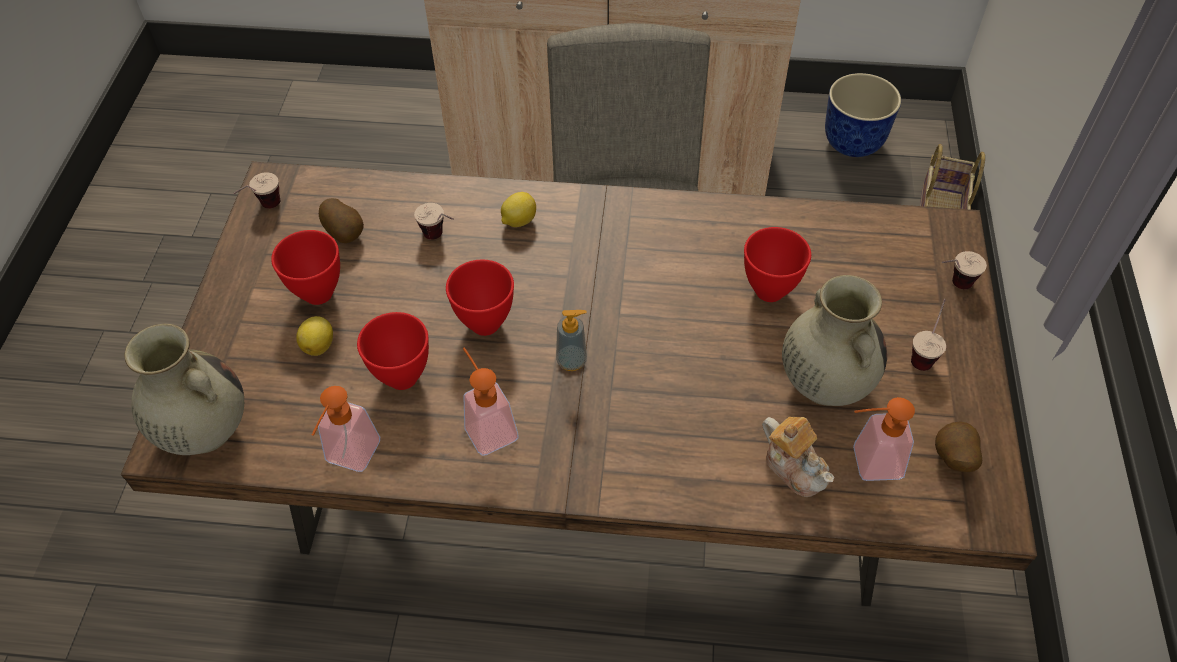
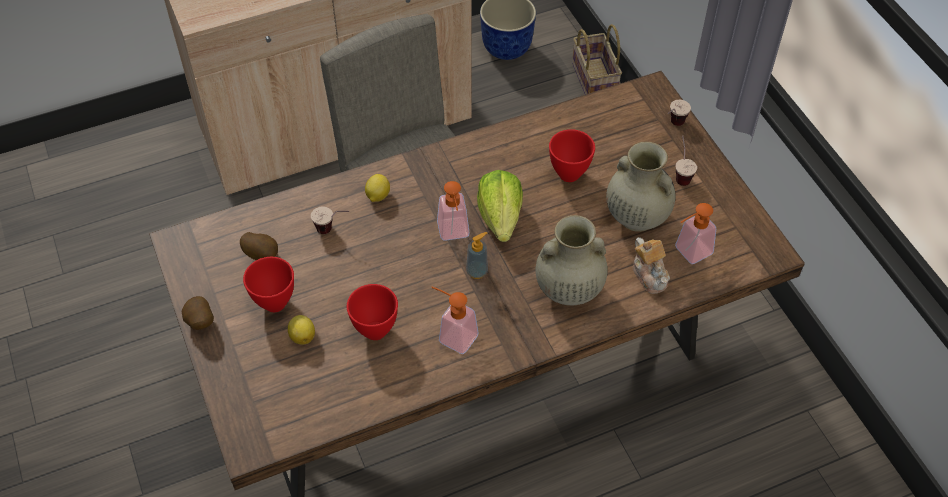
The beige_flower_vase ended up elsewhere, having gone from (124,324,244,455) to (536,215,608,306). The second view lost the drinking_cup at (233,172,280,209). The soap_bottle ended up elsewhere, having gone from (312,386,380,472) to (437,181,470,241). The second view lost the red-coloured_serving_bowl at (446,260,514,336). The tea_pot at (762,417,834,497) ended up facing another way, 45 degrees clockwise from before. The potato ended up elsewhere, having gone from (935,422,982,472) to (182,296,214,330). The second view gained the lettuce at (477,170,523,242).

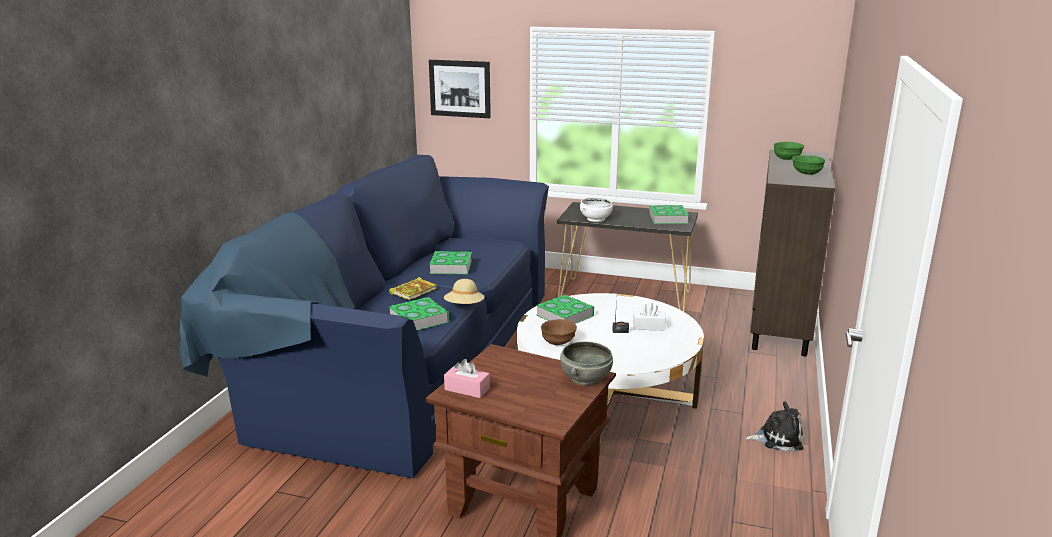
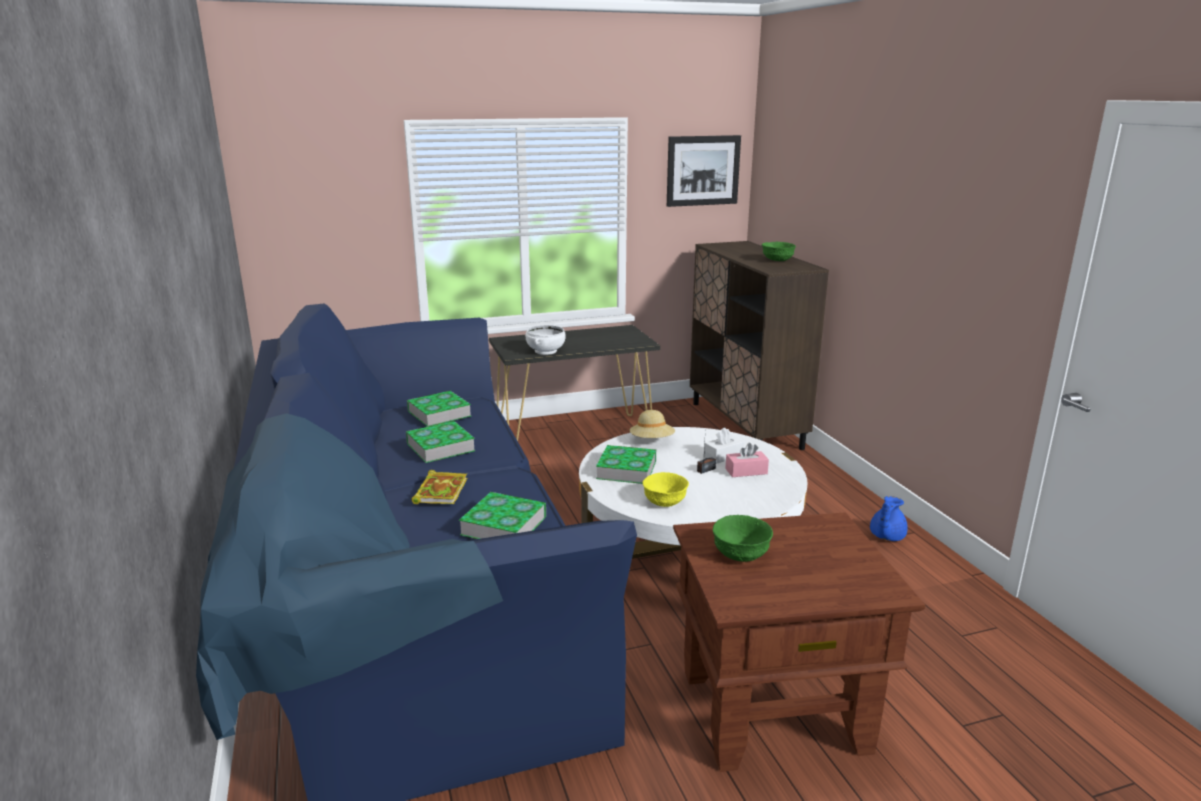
The wall_picture ended up elsewhere, having gone from (429,60,491,118) to (667,135,741,207). The beige_hat ended up elsewhere, having gone from (444,279,485,304) to (630,410,675,438). The pinkish_tissue_holder ended up elsewhere, having gone from (444,359,490,398) to (725,443,769,477). What was the brown-coloured_serving_bowl at (541,319,577,345) turned into the yellow_serving_bowl at (643,472,689,507). The second view lost the greyish_serving_bowl at (560,341,613,386). The book ended up elsewhere, having gone from (649,205,689,224) to (407,391,471,427). Where the plush_toy stood at (745,401,804,452), the blue-coloured_tea_pot came to stand at (870,496,908,541). The green_serving_bowl ended up elsewhere, having gone from (773,142,804,160) to (713,515,773,562).

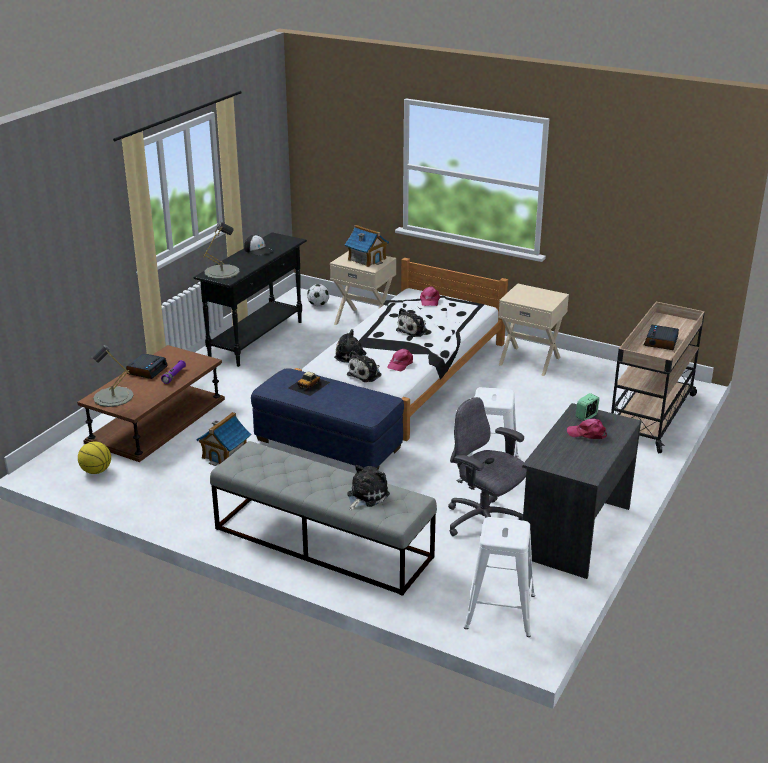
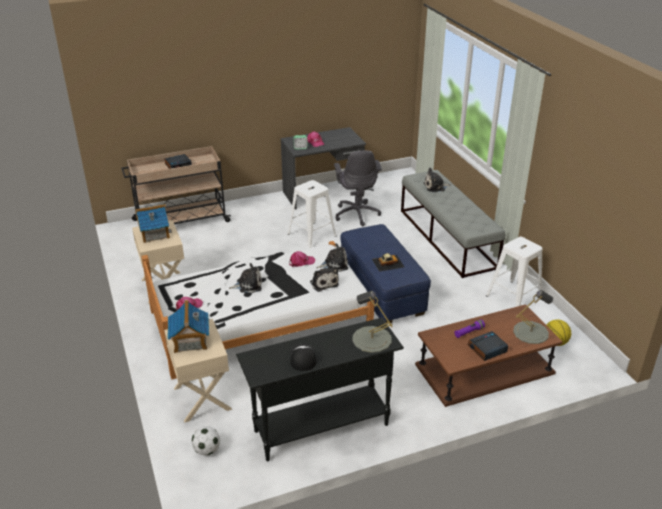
The toy_house ended up elsewhere, having gone from (196,412,251,466) to (135,204,172,243). The white-coloured_stool ended up elsewhere, having gone from (464,517,535,637) to (486,237,543,307).

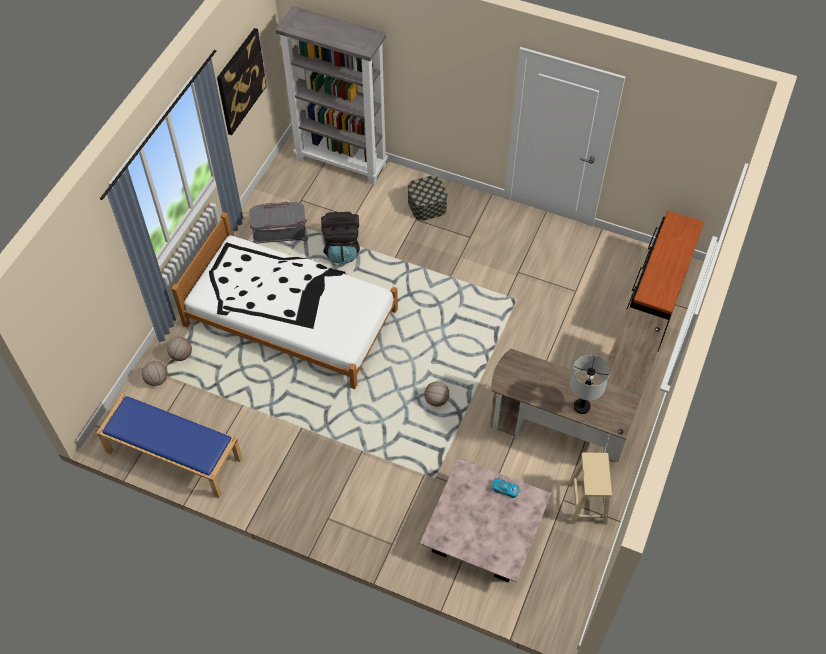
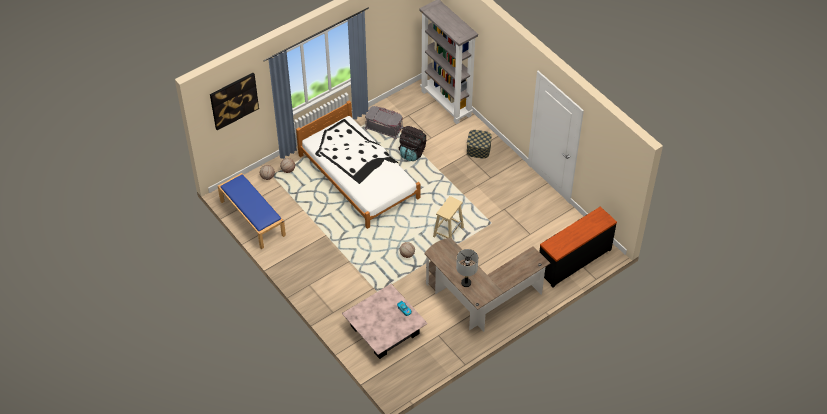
The wall_picture ended up elsewhere, having gone from (217,28,267,135) to (210,73,259,130). The beige_stool ended up elsewhere, having gone from (568,453,612,525) to (433,196,464,238).

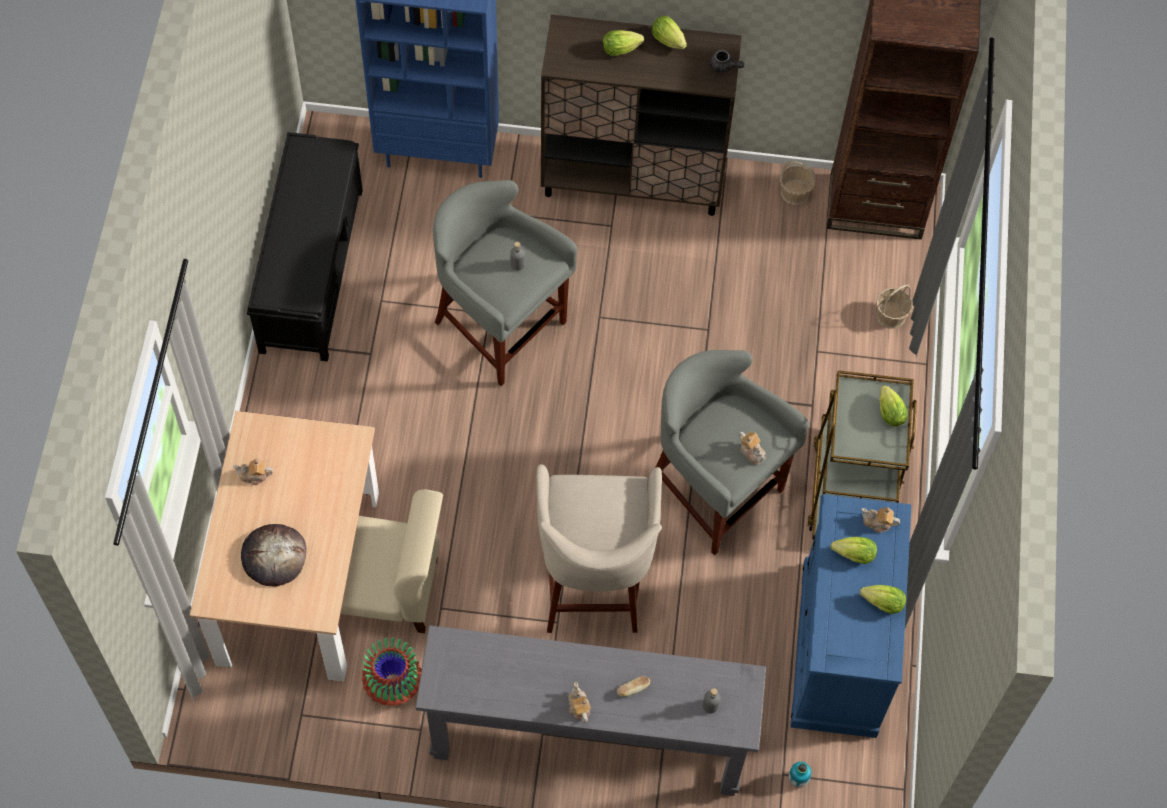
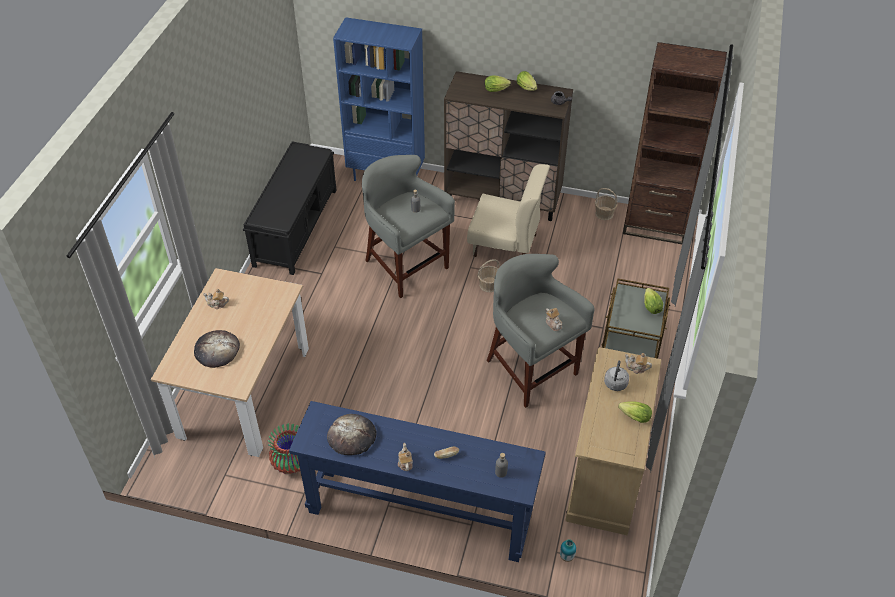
The beige_chair ended up elsewhere, having gone from (340,489,443,633) to (467,164,550,257). What was the greyish_console_table at (415,625,766,796) turned into the blue-coloured_console_table at (289,401,546,562). The second view lost the beige_stool at (537,464,662,633). What was the blue-coloured_chest_of_drawers at (790,494,912,738) turned into the beige_chest_of_drawers at (565,347,661,535). Where the lettuce stood at (830,537,877,564), the greyish_water_kettle came to stand at (604,361,629,391). The basket ended up elsewhere, having gone from (876,284,913,328) to (477,259,500,292). The second view gained the baked_bread at (327,414,376,455).

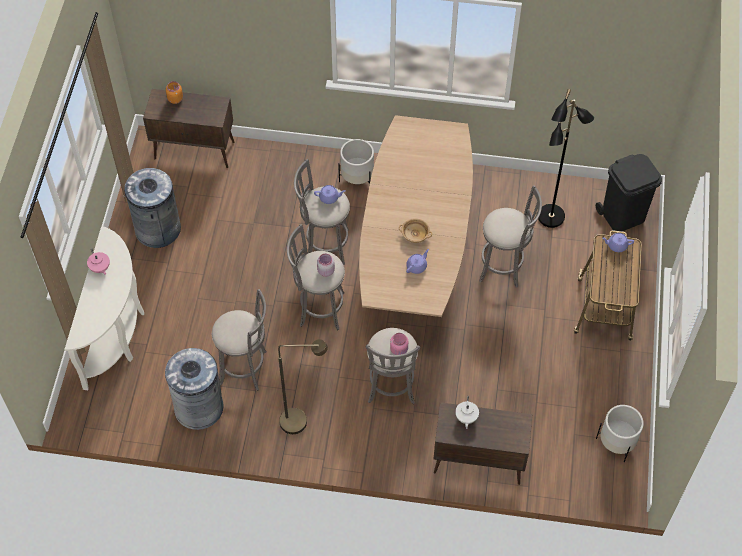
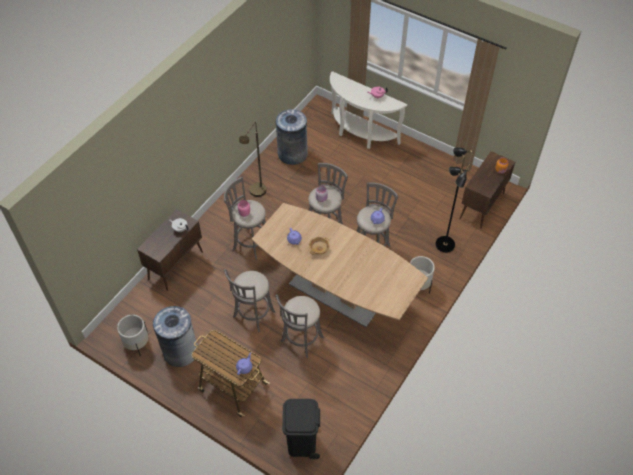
The greyish_rubbish_bin ended up elsewhere, having gone from (123,168,181,248) to (153,306,199,367). The greyish_stool ended up elsewhere, having gone from (212,289,267,391) to (224,269,275,332). The black-coloured_standing_lamp ended up elsewhere, having gone from (538,89,594,228) to (435,148,473,253).

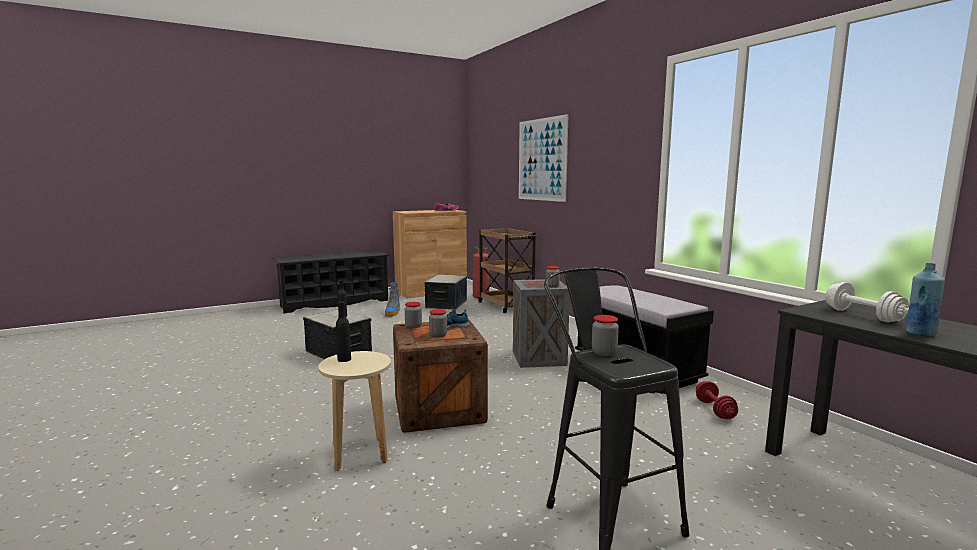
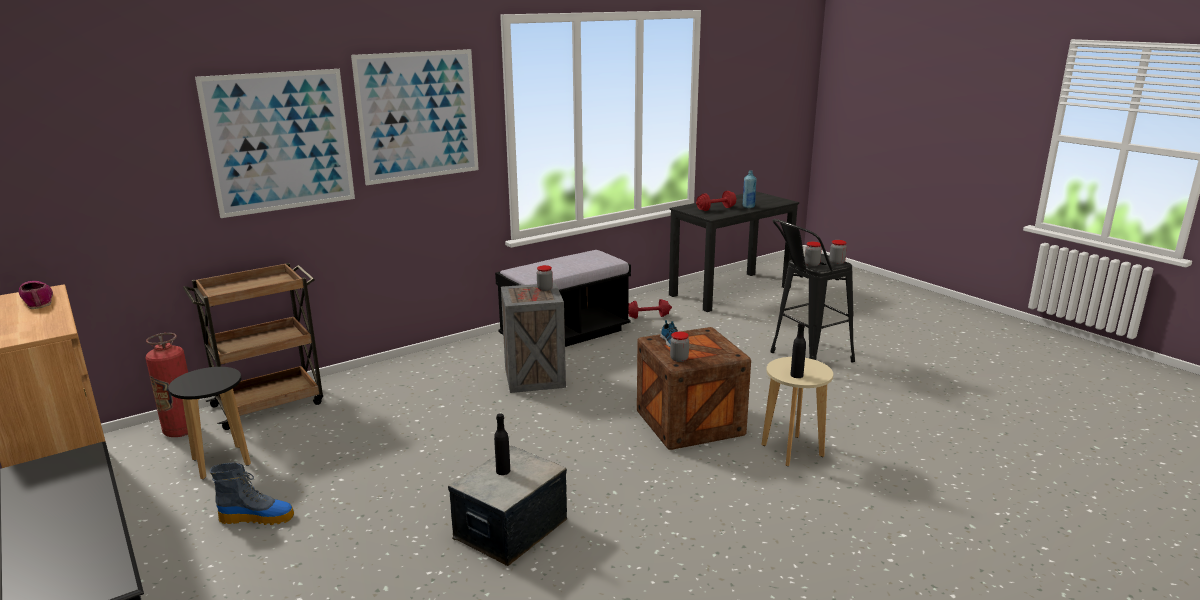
Where the storage_container stood at (424,274,467,310), the black-coloured_stool came to stand at (168,367,251,479). The storage_jar ended up elsewhere, having gone from (429,309,447,338) to (829,240,847,265). What was the white-coloured_dumbbell at (825,282,909,322) turned into the red-coloured_dumbbell at (696,191,737,211). The second view gained the wall_picture at (351,49,479,185).

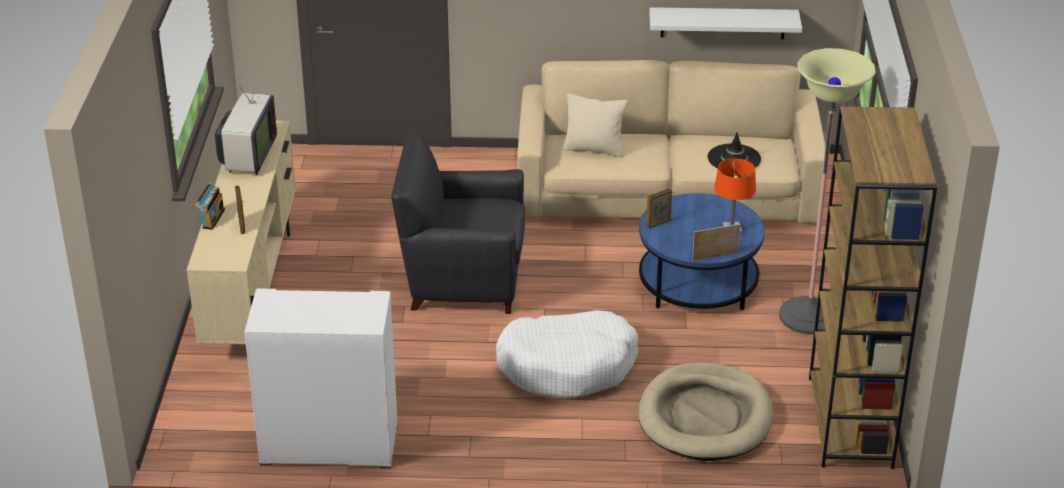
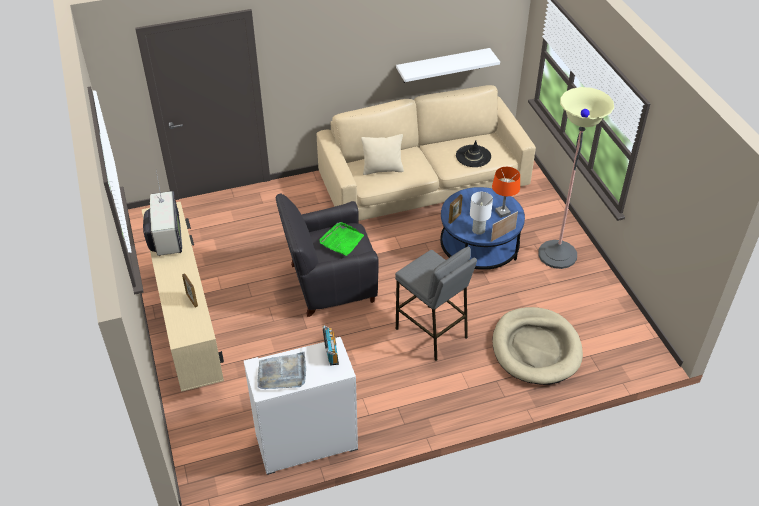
The radio ended up elsewhere, having gone from (195,182,225,230) to (322,325,339,366). Where the white-coloured_pet_bed stood at (496,310,638,399), the greyish_stool came to stand at (395,247,477,361). The second view lost the brown-coloured_bookshelf at (809,106,937,469). The second view gained the greyish_tray at (258,352,306,389). The second view gained the green_tray at (319,222,364,256). The second view gained the white-coloured_tabletop_lamp at (470,192,493,235).

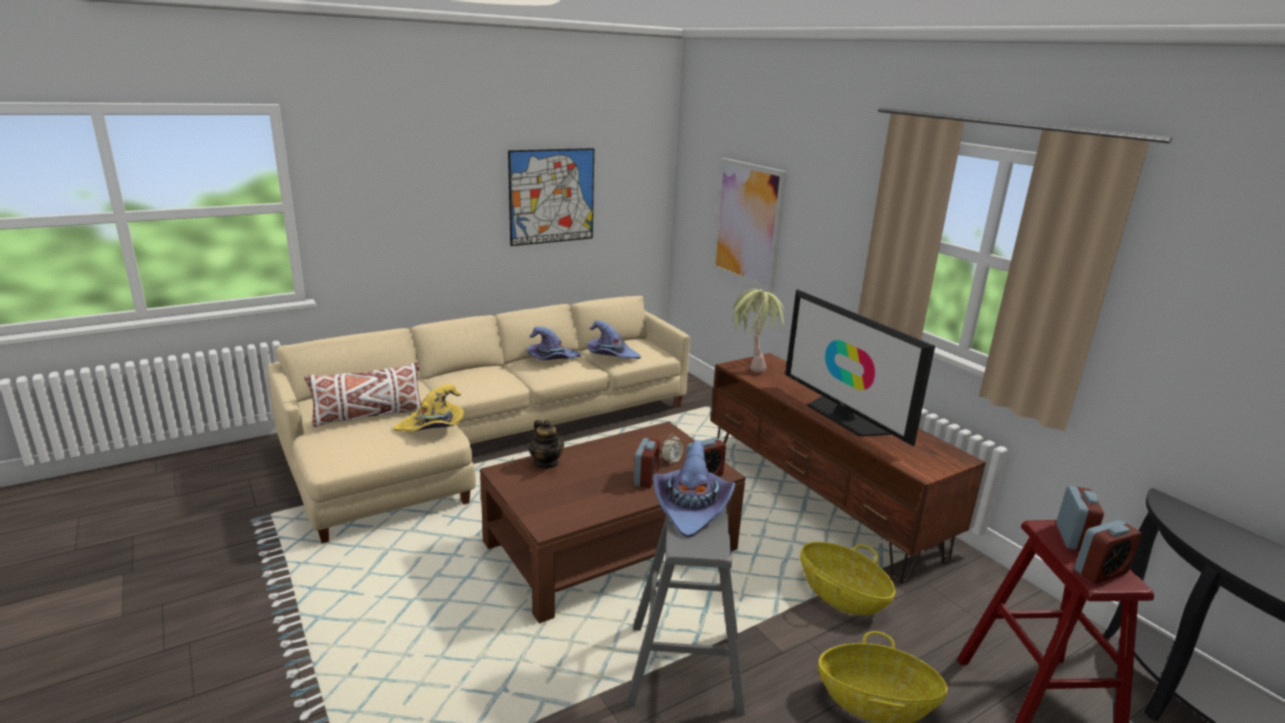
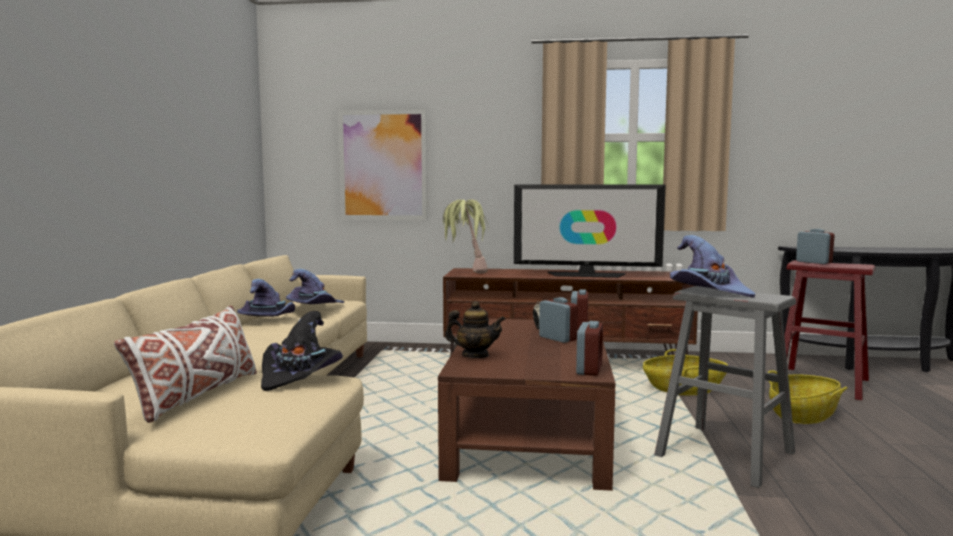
What was the yellow_hat at (394,384,464,432) turned into the black-coloured_hat at (261,311,343,391). The second view lost the wall_picture at (508,148,594,246). The alarm_clock ended up elsewhere, having gone from (1074,520,1142,583) to (576,321,603,376).

